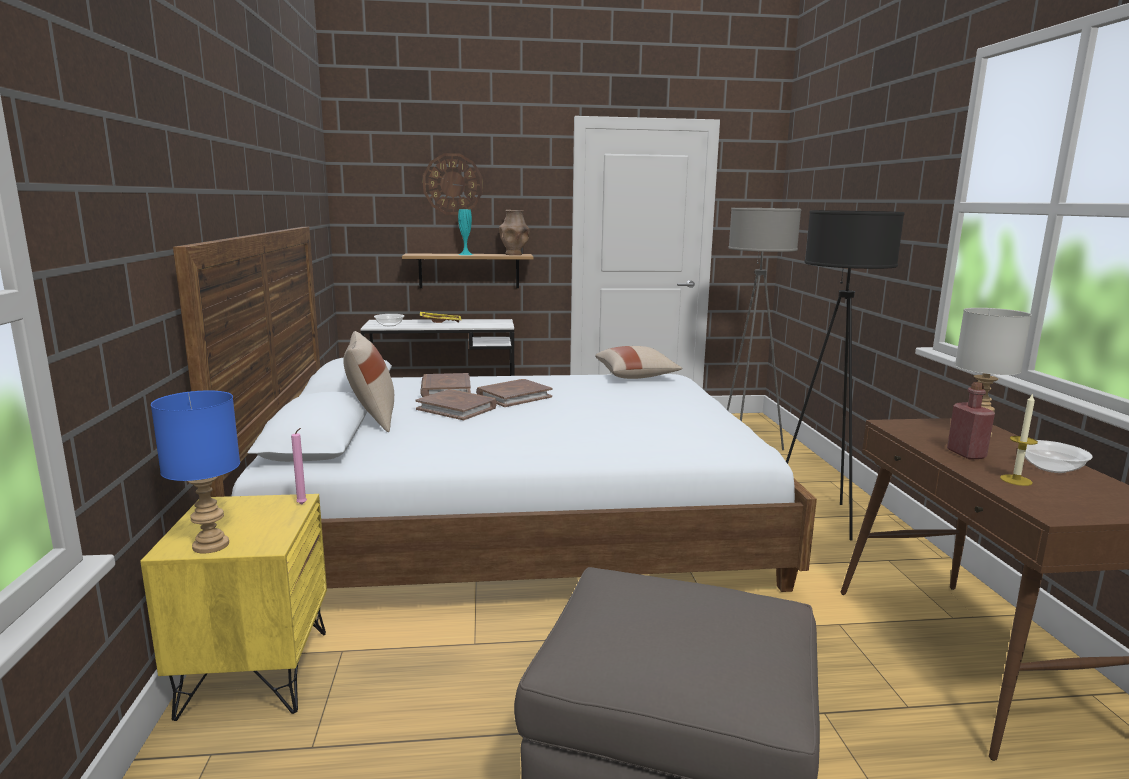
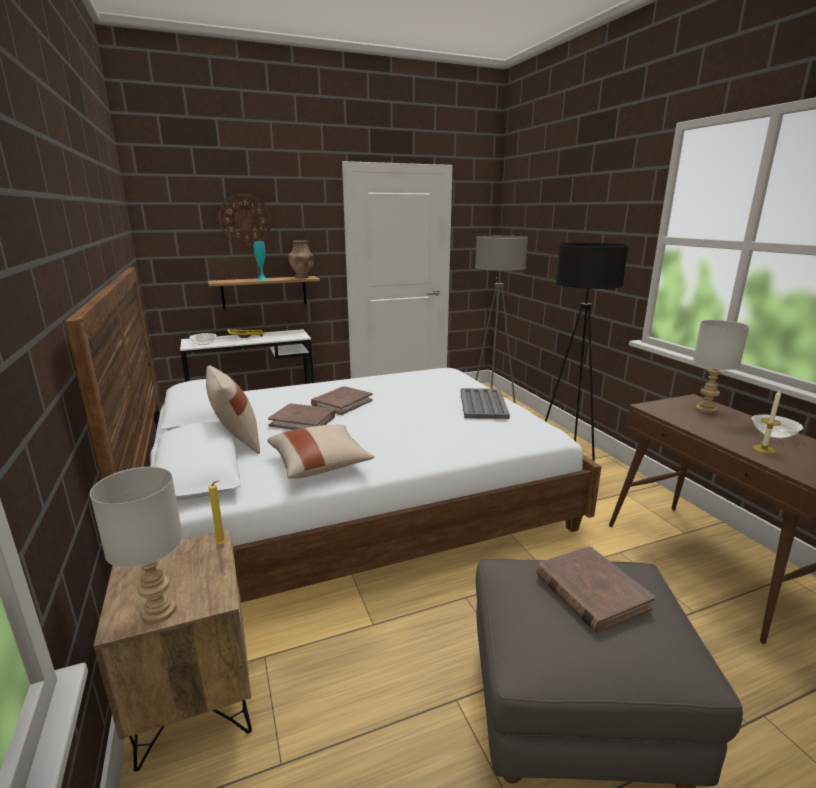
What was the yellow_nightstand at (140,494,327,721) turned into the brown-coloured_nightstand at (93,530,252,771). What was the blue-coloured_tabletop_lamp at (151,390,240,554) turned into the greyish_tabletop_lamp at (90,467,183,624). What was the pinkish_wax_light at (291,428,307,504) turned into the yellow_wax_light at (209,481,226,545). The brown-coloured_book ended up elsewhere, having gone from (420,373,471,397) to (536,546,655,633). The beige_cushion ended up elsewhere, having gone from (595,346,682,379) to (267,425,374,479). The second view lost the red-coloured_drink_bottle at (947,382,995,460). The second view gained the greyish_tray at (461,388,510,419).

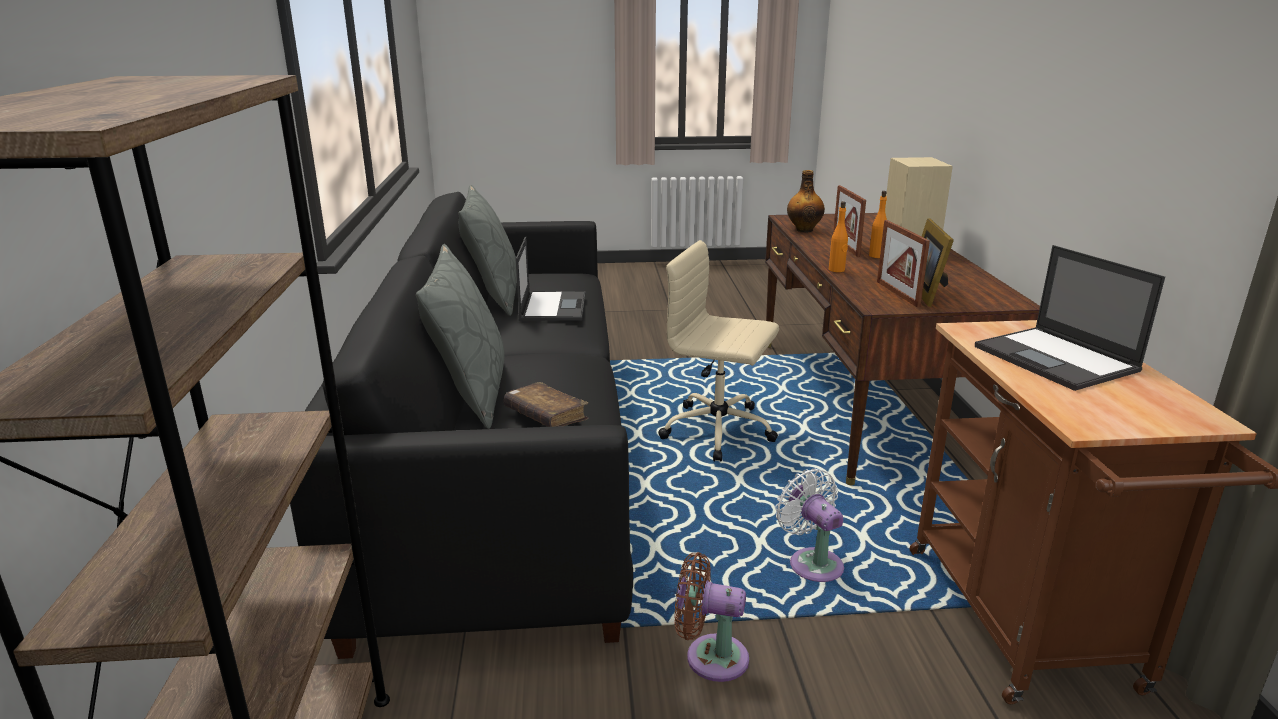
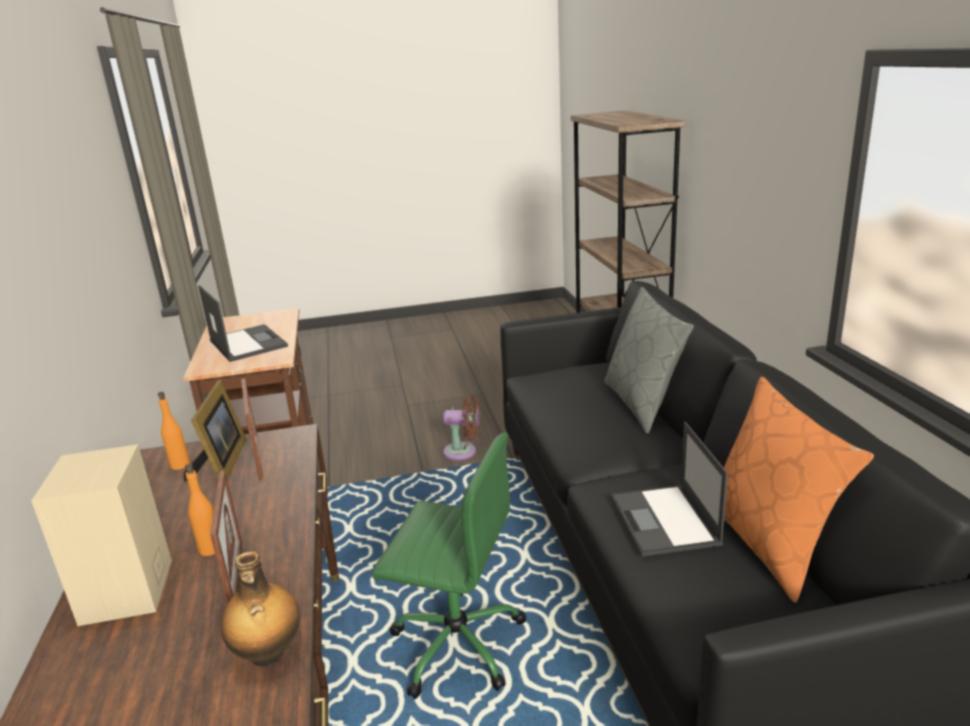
What was the greyish_cushion at (458,185,517,316) turned into the orange_cushion at (724,376,874,603). The second view lost the brown-coloured_book at (504,382,589,427). What was the beige_desk_chair at (658,240,779,462) turned into the green_desk_chair at (372,432,526,699). The second view lost the white-coloured_cooling_fan at (775,468,844,582). The orange_drink_bottle ended up elsewhere, having gone from (829,201,848,272) to (158,392,190,470).

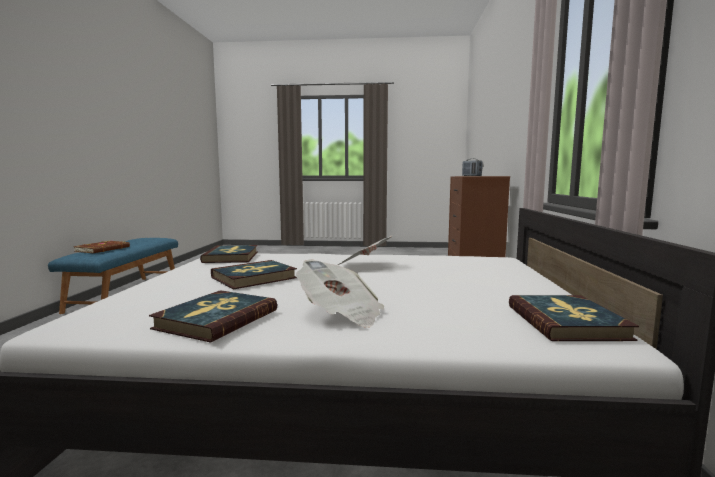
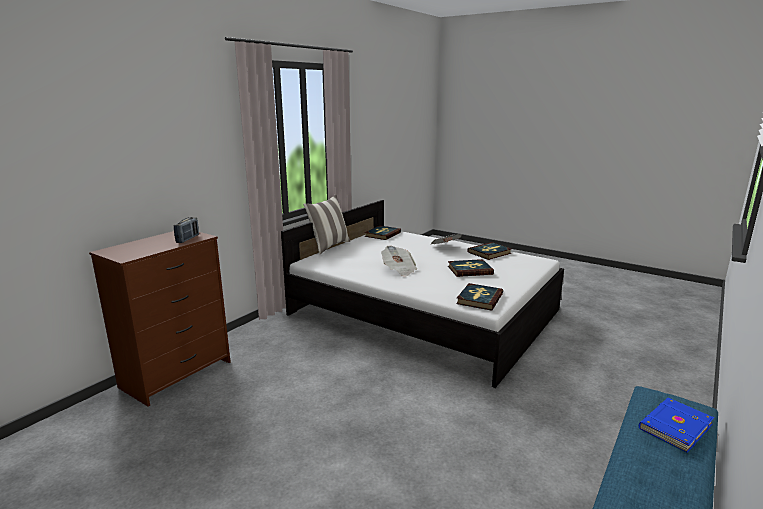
What was the brown-coloured_book at (74,241,130,253) turned into the blue-coloured_book at (639,398,714,453). The second view gained the cushion at (304,194,350,254).

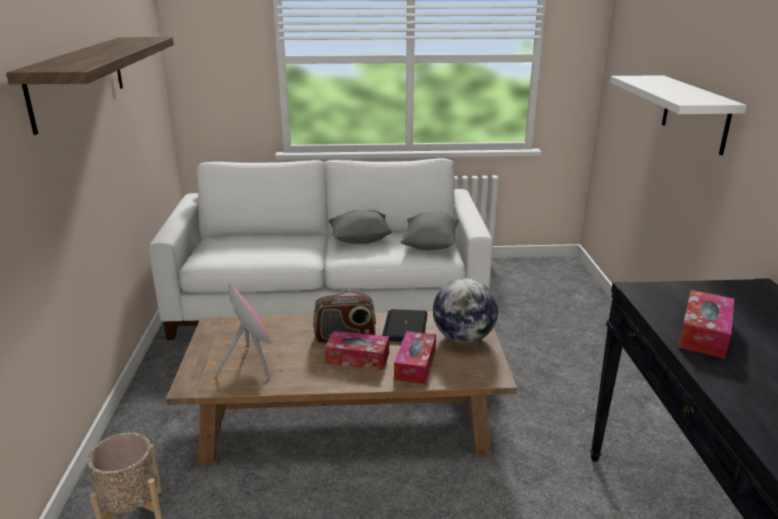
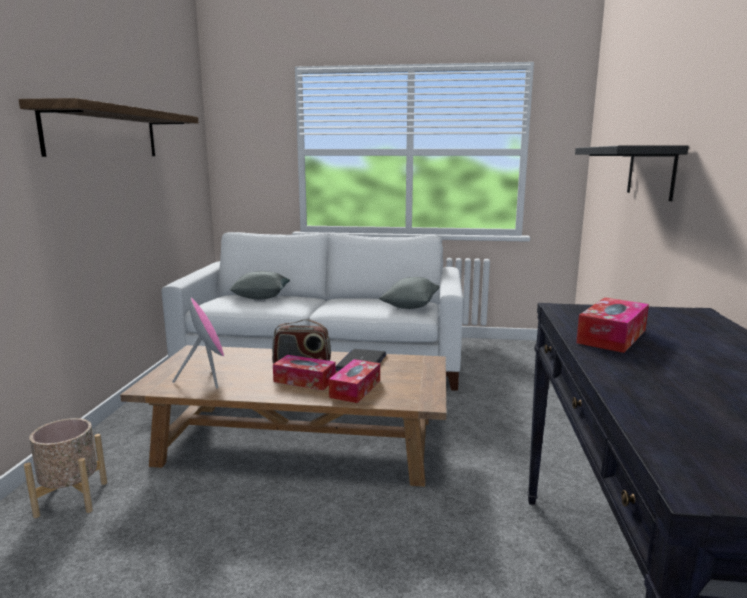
The greyish_cushion ended up elsewhere, having gone from (328,210,393,244) to (229,271,290,299). The second view lost the world_globe at (433,278,498,343). What was the white-coloured_bracket_shelf at (610,75,747,155) turned into the black-coloured_bracket_shelf at (575,145,688,201).

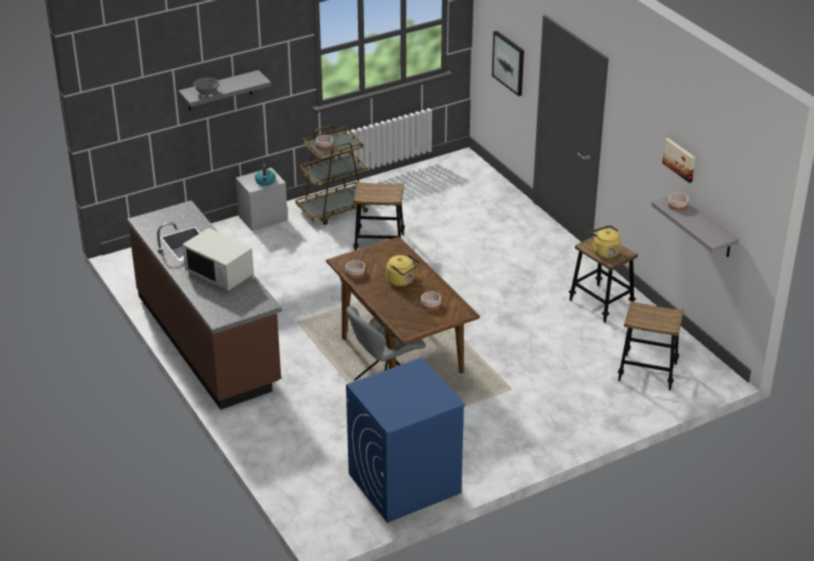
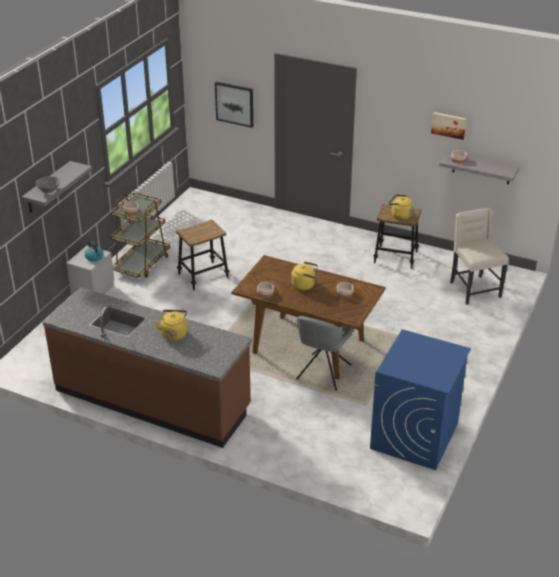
Where the white-coloured_microwave_oven stood at (182,228,254,291), the yellow_water_kettle came to stand at (155,310,187,341). Where the stool stood at (618,301,684,391), the beige_chair came to stand at (450,208,509,305).

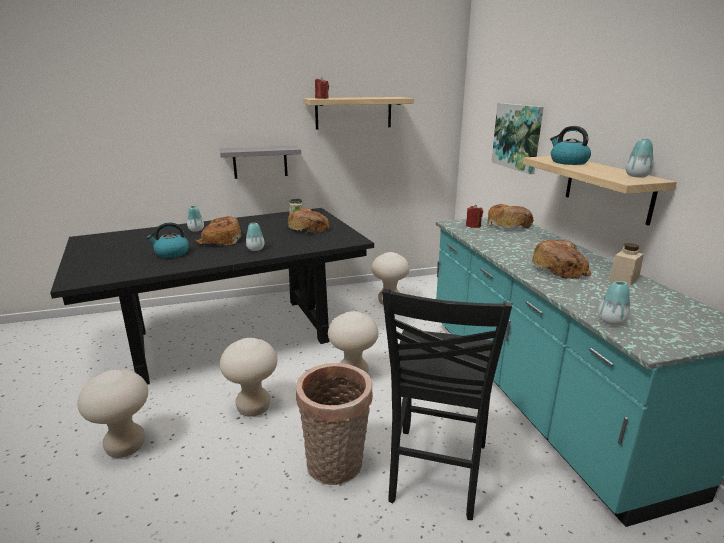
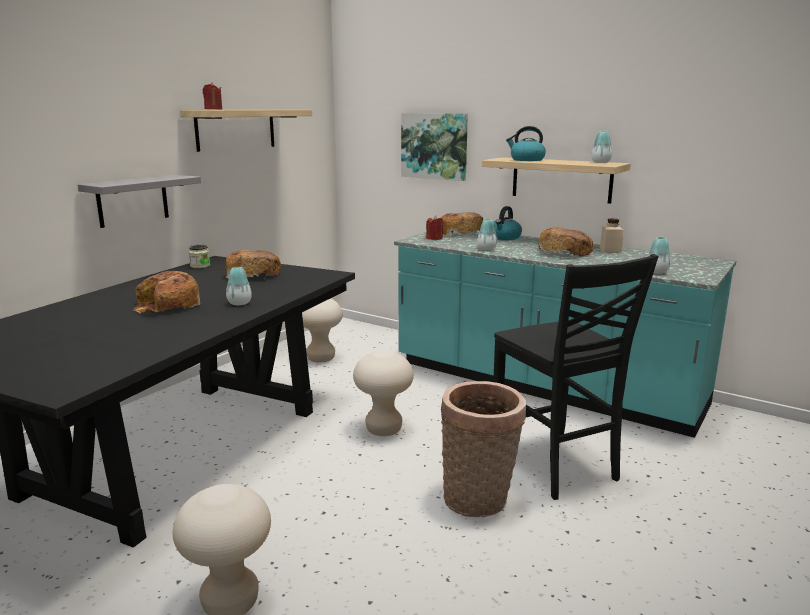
The water_kettle ended up elsewhere, having gone from (146,223,189,258) to (494,206,522,240). The flower_vase ended up elsewhere, having gone from (187,206,204,232) to (477,219,497,250). The second view lost the beige_stool at (220,338,278,417).

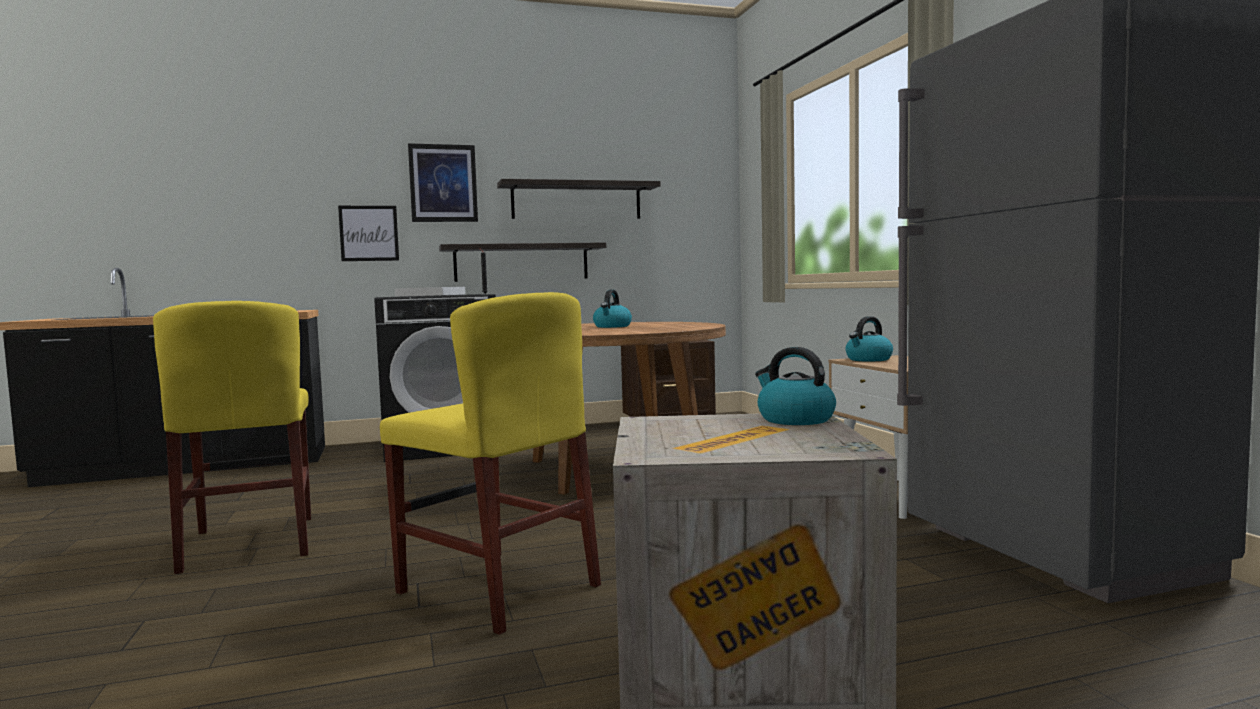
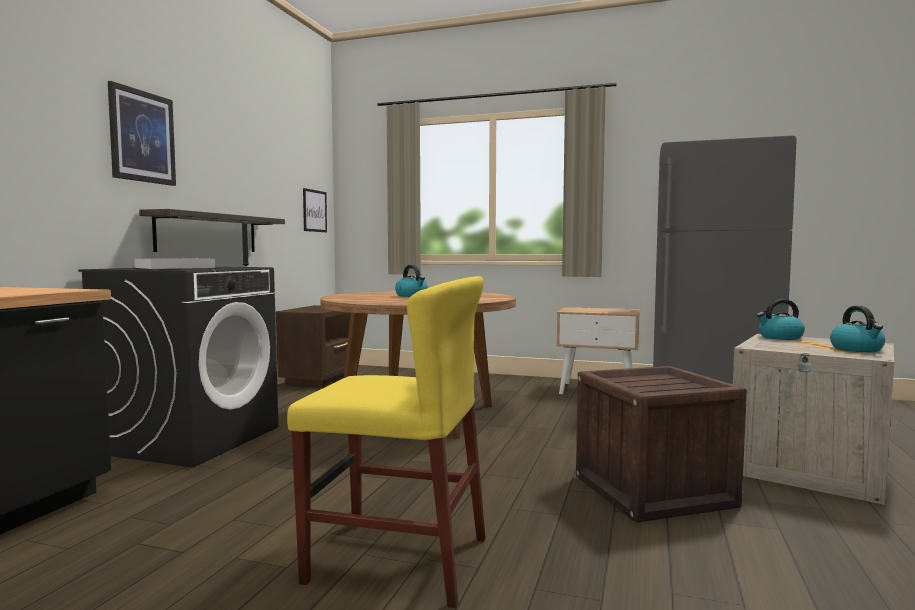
The wall_picture ended up elsewhere, having gone from (338,206,399,261) to (303,188,327,232). Where the yellow_chair stood at (380,292,601,635), the packing_crate came to stand at (576,366,747,522). The second view lost the bracket_shelf at (497,179,661,219). The water_kettle ended up elsewhere, having gone from (845,316,893,361) to (830,306,885,352).

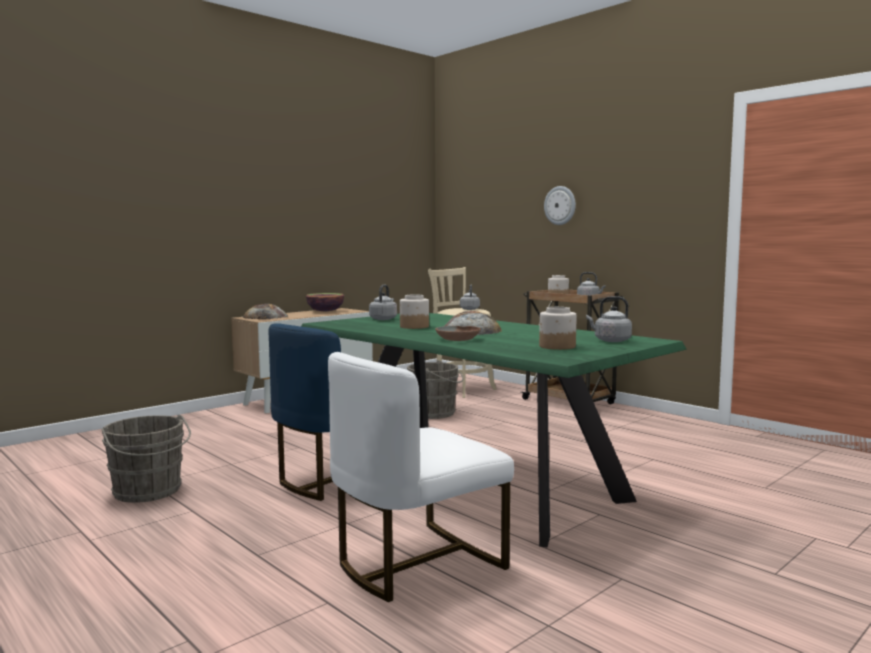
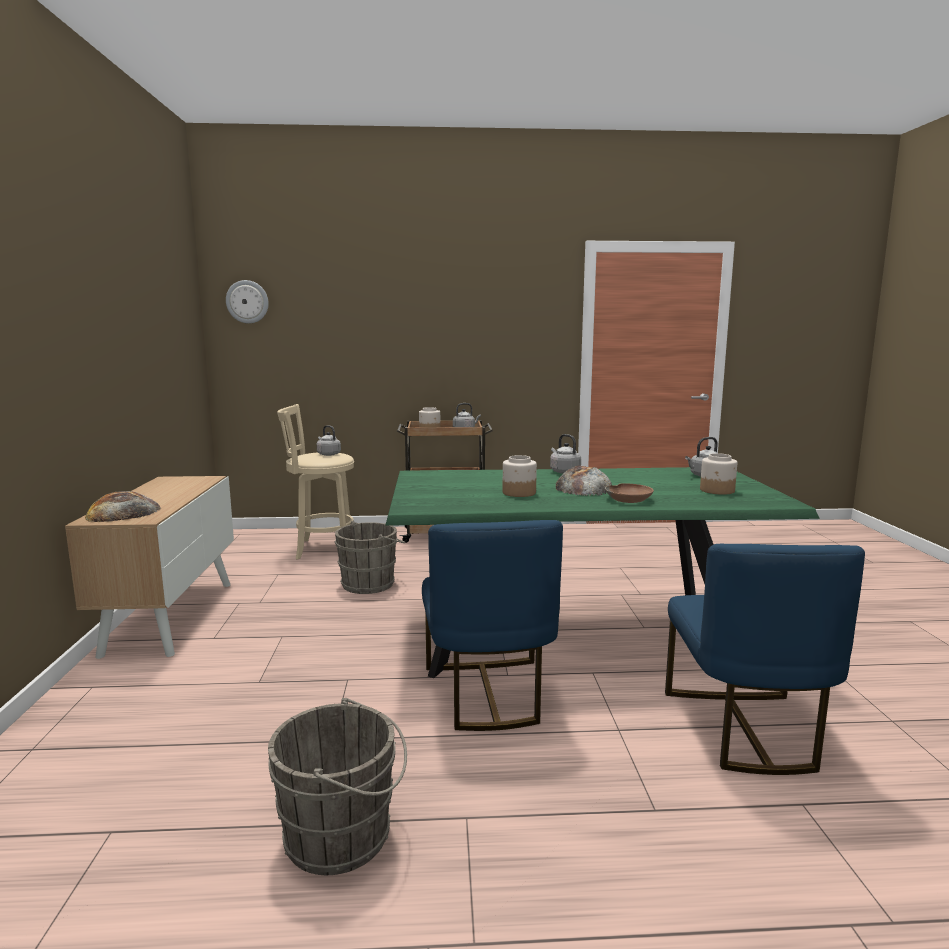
The second view lost the serving_bowl at (306,293,344,312). What was the white-coloured_chair at (328,352,514,602) turned into the blue-coloured_chair at (665,544,865,775). The greyish_water_kettle ended up elsewhere, having gone from (369,285,397,320) to (550,434,581,474). The hanging_clock ended up elsewhere, having gone from (544,186,576,225) to (226,280,269,323).

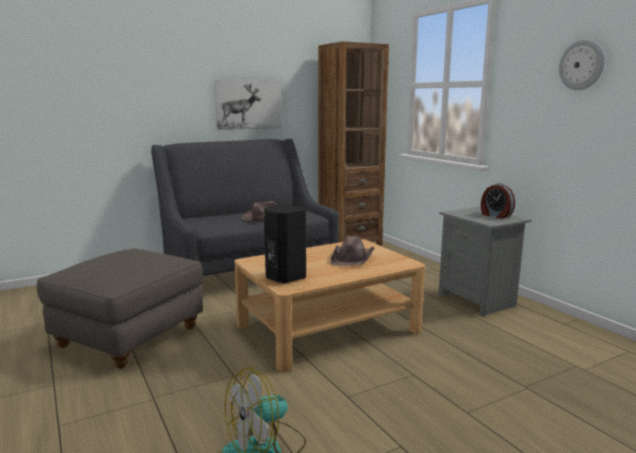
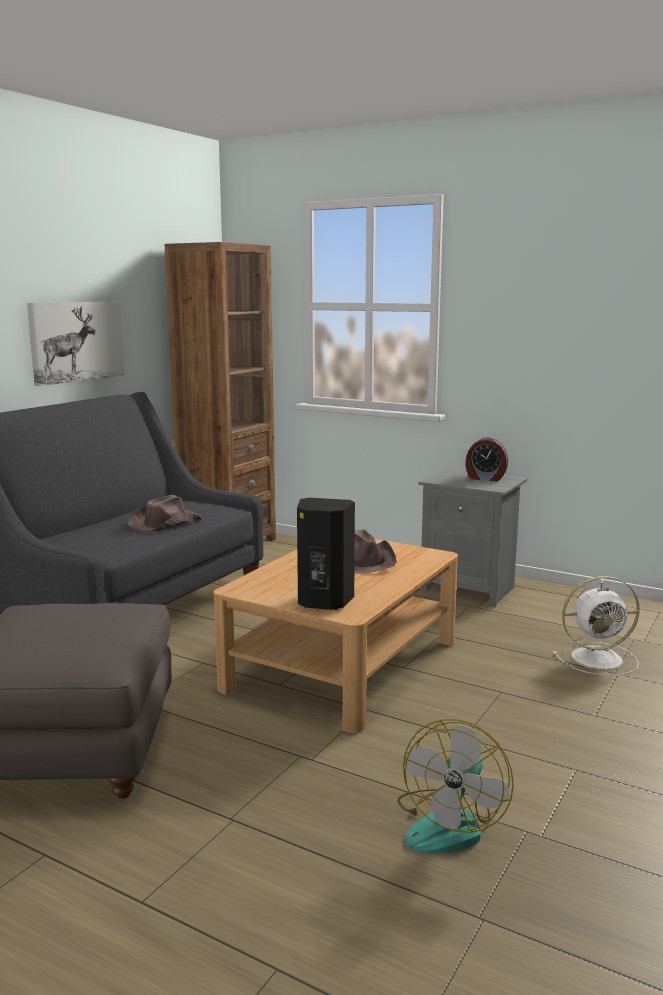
The second view lost the hanging_clock at (559,40,605,90). The second view gained the white-coloured_cooling_fan at (553,576,640,675).

